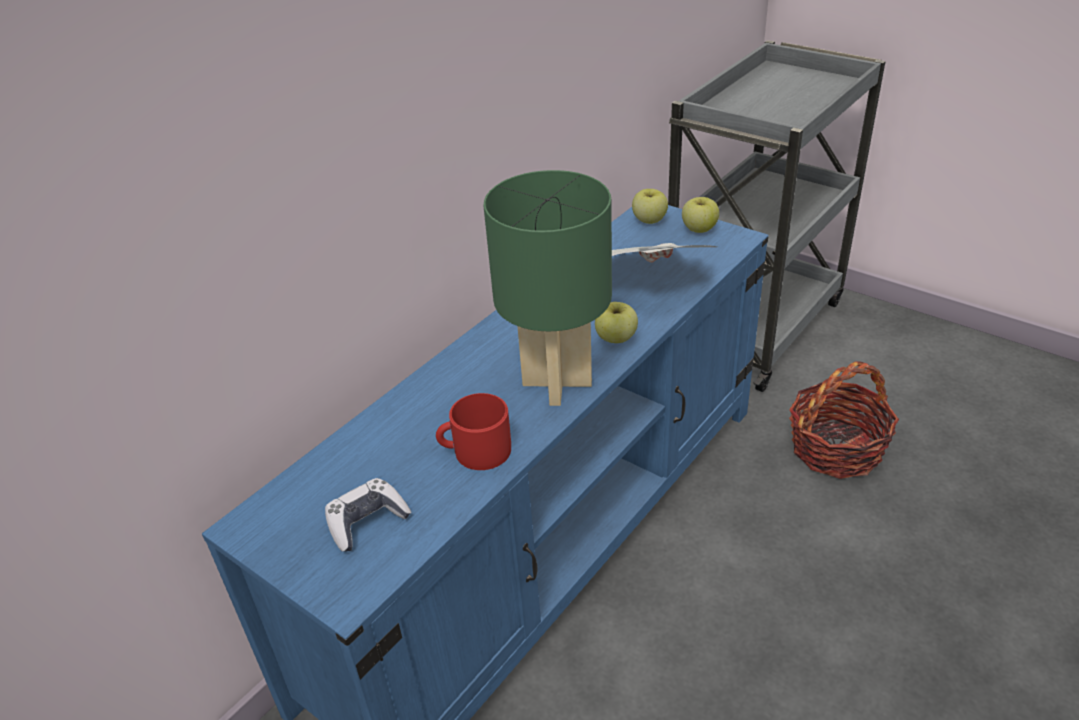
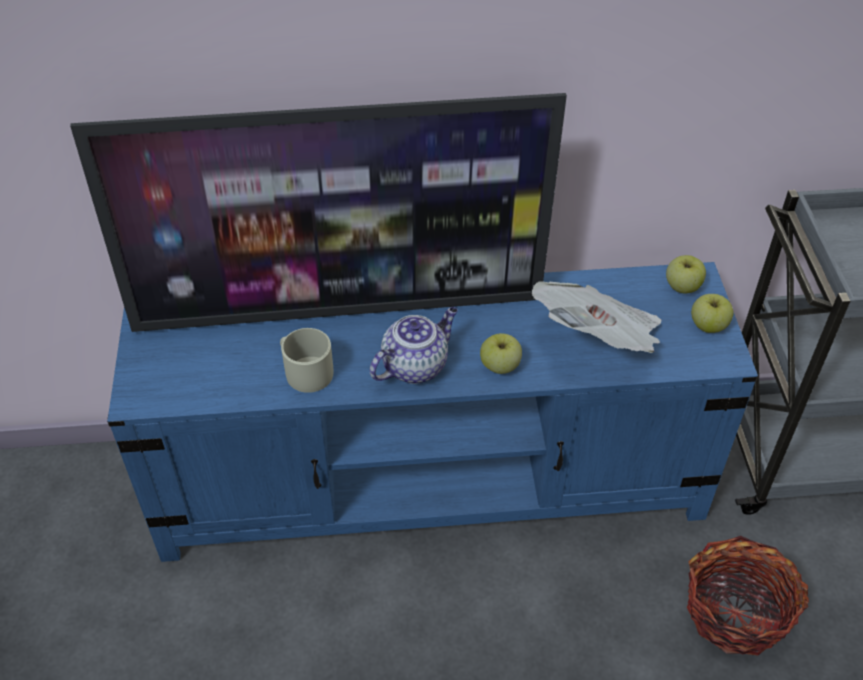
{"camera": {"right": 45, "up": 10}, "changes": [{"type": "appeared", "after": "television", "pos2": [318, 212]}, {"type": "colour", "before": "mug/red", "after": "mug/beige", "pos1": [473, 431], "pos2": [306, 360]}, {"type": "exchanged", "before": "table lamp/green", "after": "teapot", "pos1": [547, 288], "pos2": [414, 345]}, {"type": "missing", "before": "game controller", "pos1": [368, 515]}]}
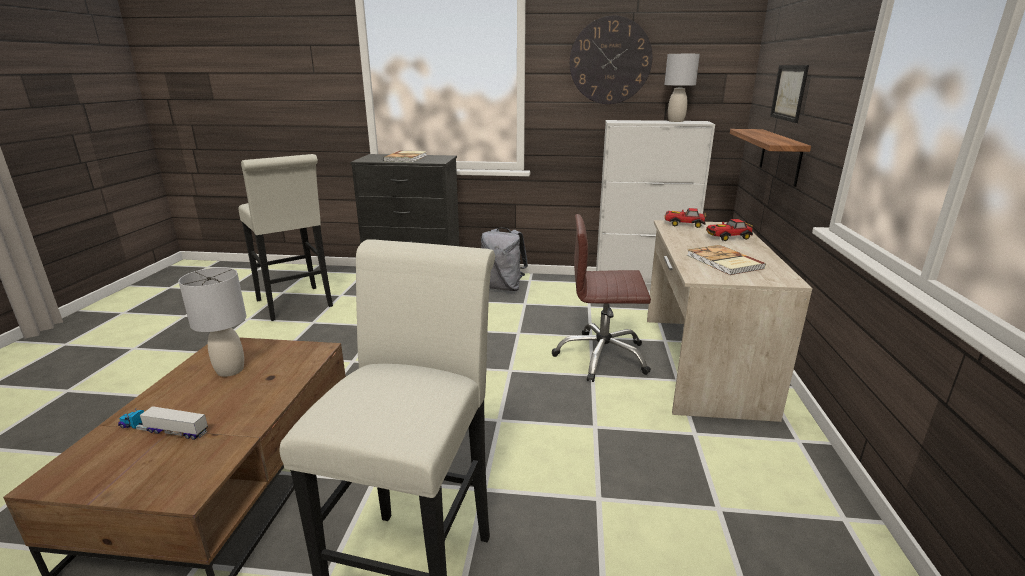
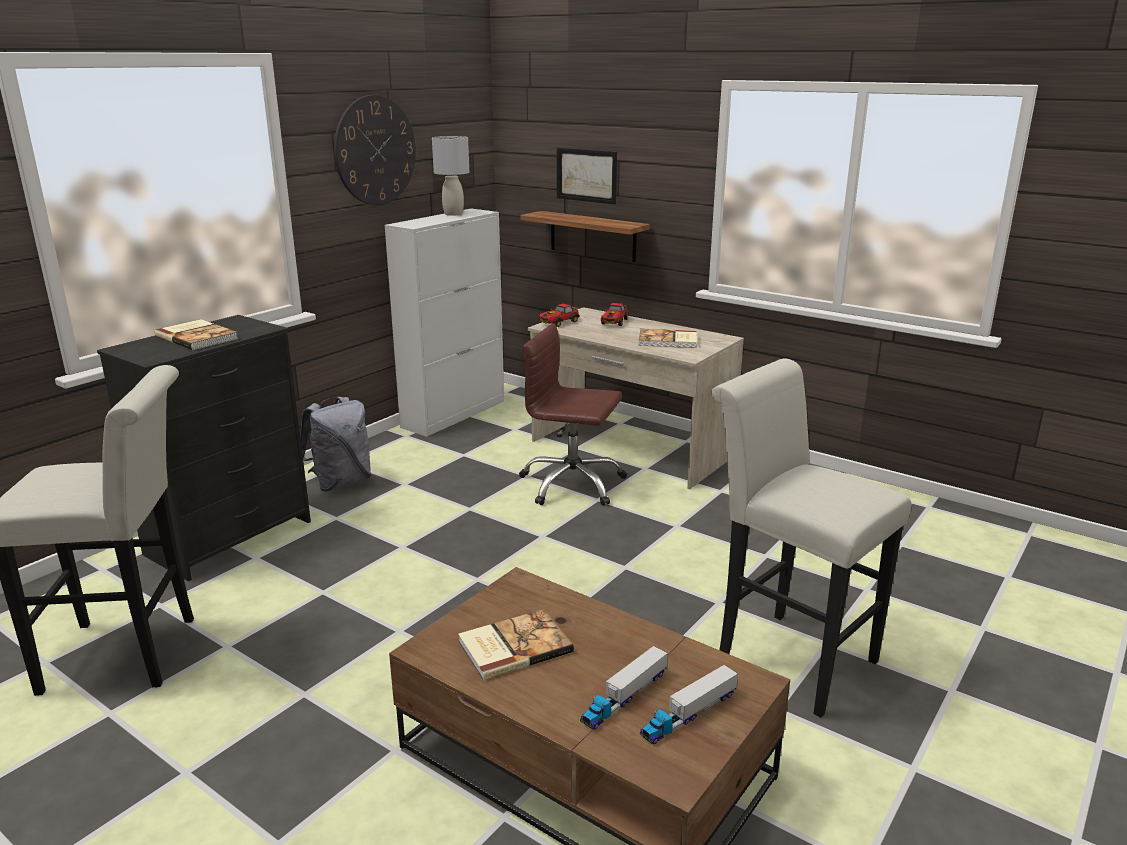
{"camera": {"right": -60, "up": 0}, "changes": [{"type": "exchanged", "before": "table lamp/grey", "after": "book", "pos1": [212, 322], "pos2": [516, 644]}, {"type": "spun", "before": "office chair/brown", "pos1": [601, 298], "pos2": [573, 415], "turn": 75}, {"type": "appeared", "after": "toy truck", "pos2": [689, 704]}]}
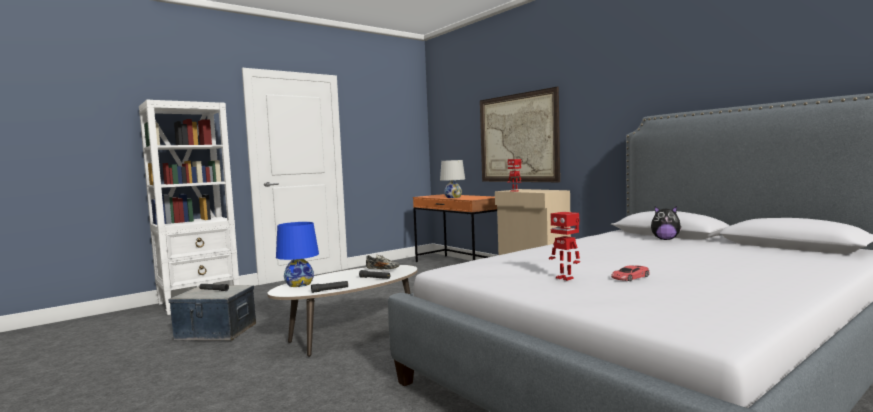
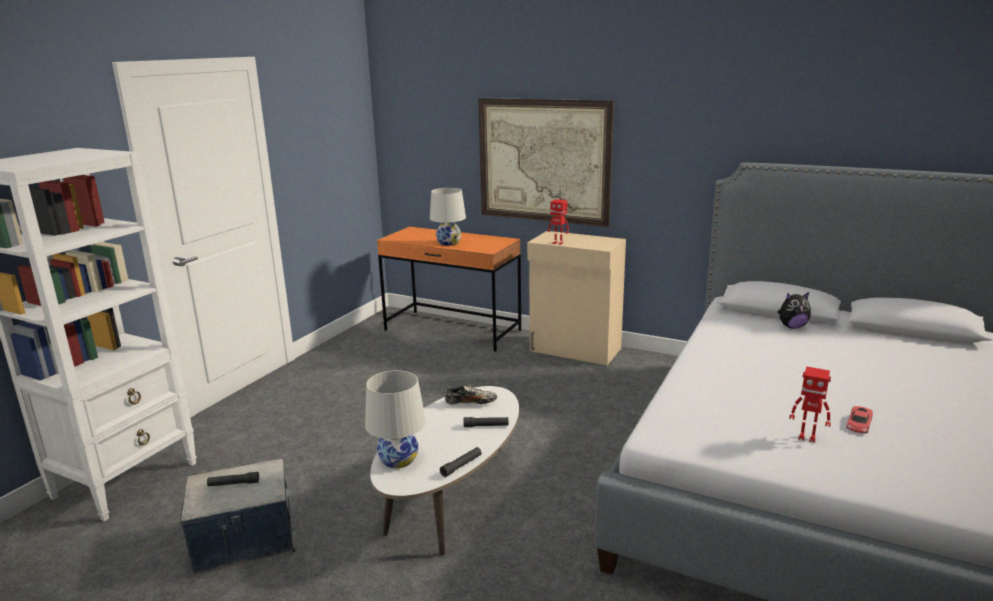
{"camera": {"right": -25, "up": 15}, "changes": [{"type": "colour", "before": "table lamp/blue", "after": "table lamp/white", "pos1": [297, 254], "pos2": [395, 419]}]}
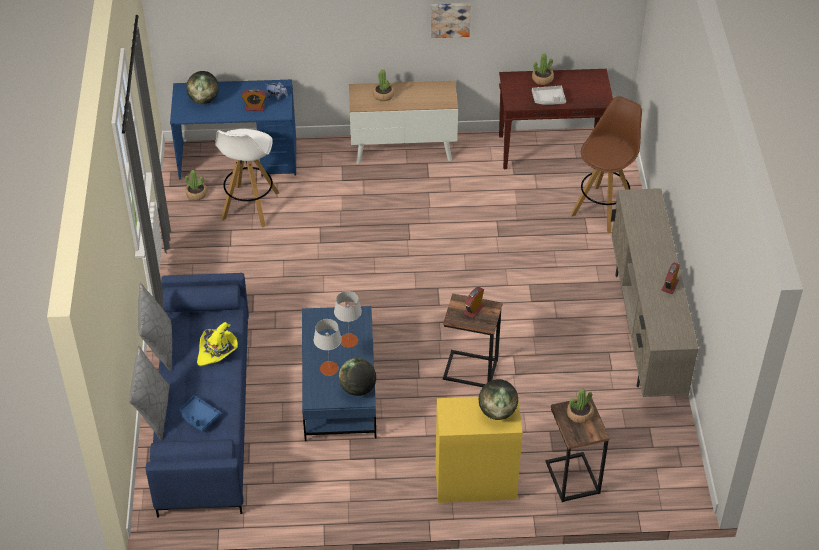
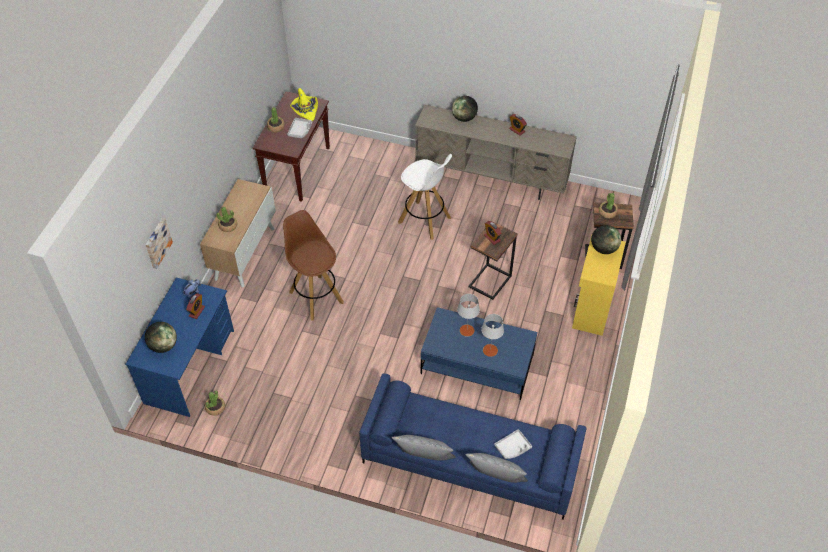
{"camera": {"right": -70, "up": 5}, "changes": [{"type": "relocated", "before": "picture", "pos1": [451, 20], "pos2": [159, 243]}, {"type": "relocated", "before": "stool/brown", "pos1": [606, 164], "pos2": [313, 265]}, {"type": "relocated", "before": "hat/yellow", "pos1": [217, 344], "pos2": [304, 104]}, {"type": "relocated", "before": "stool/white", "pos1": [247, 178], "pos2": [425, 197]}, {"type": "relocated", "before": "globe", "pos1": [357, 377], "pos2": [465, 109]}, {"type": "colour", "before": "tray/blue", "after": "tray/grey", "pos1": [200, 413], "pos2": [513, 444]}]}
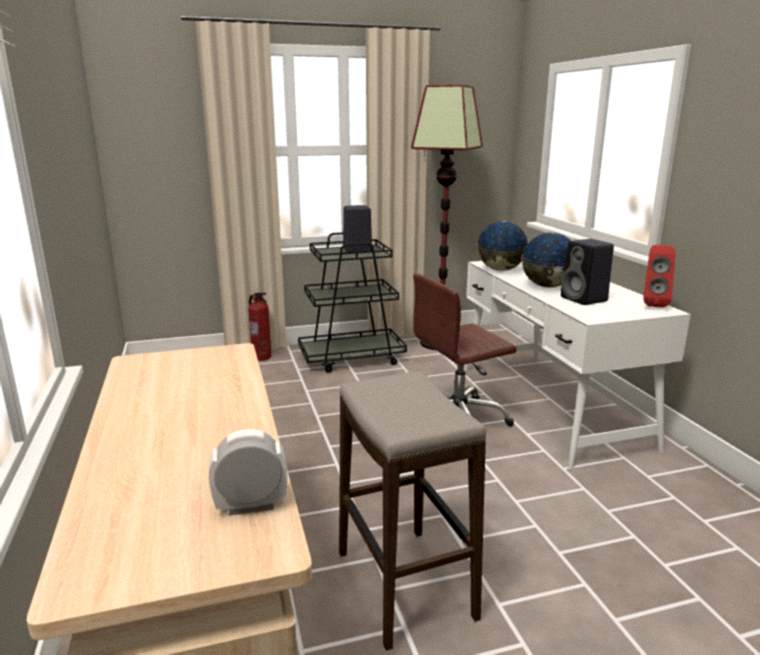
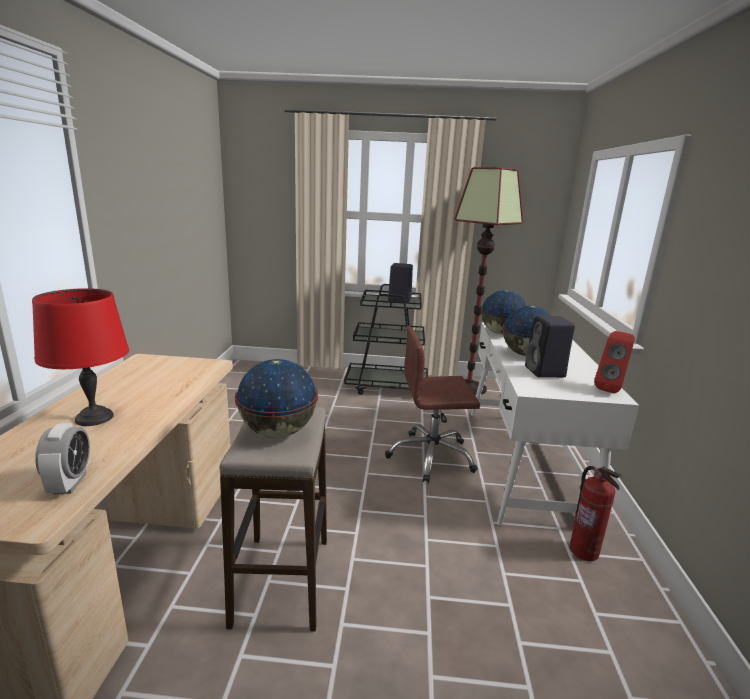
{"camera": {"right": 20, "up": 0}, "changes": [{"type": "appeared", "after": "table lamp/red", "pos2": [80, 357]}, {"type": "spun", "before": "alarm clock", "pos1": [248, 472], "pos2": [62, 458], "turn": 75}, {"type": "appeared", "after": "globe", "pos2": [276, 398]}, {"type": "relocated", "before": "fire extinguisher", "pos1": [259, 326], "pos2": [596, 513]}]}
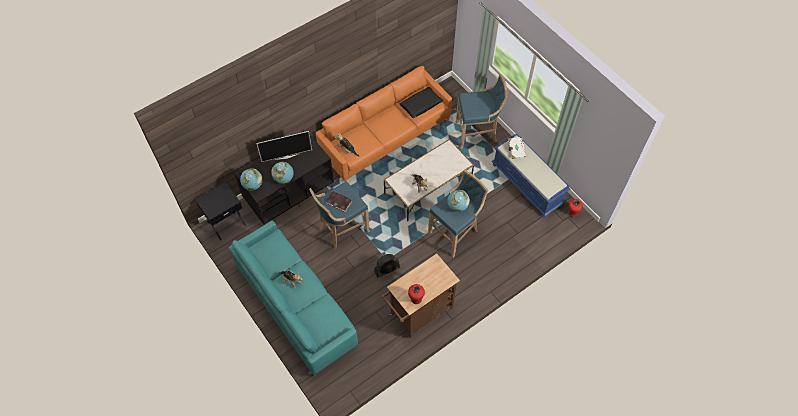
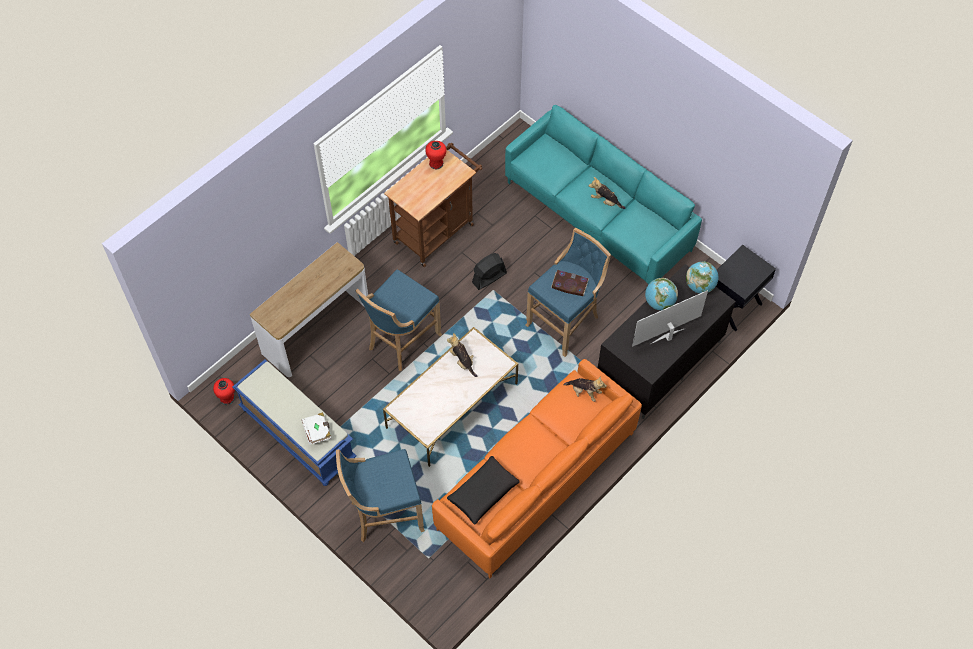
{"camera": {"right": 170, "up": 0}, "changes": [{"type": "appeared", "after": "console table", "pos2": [309, 309]}, {"type": "missing", "before": "globe", "pos1": [458, 201]}]}
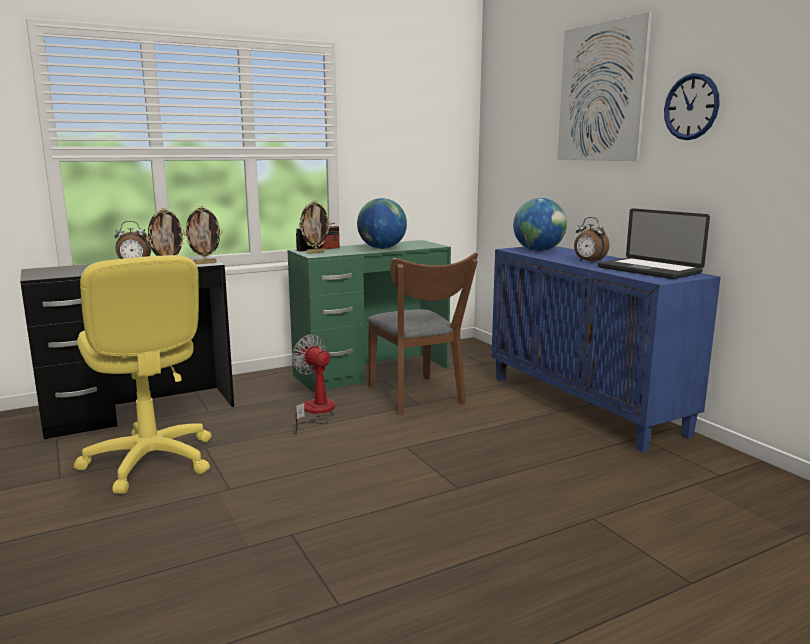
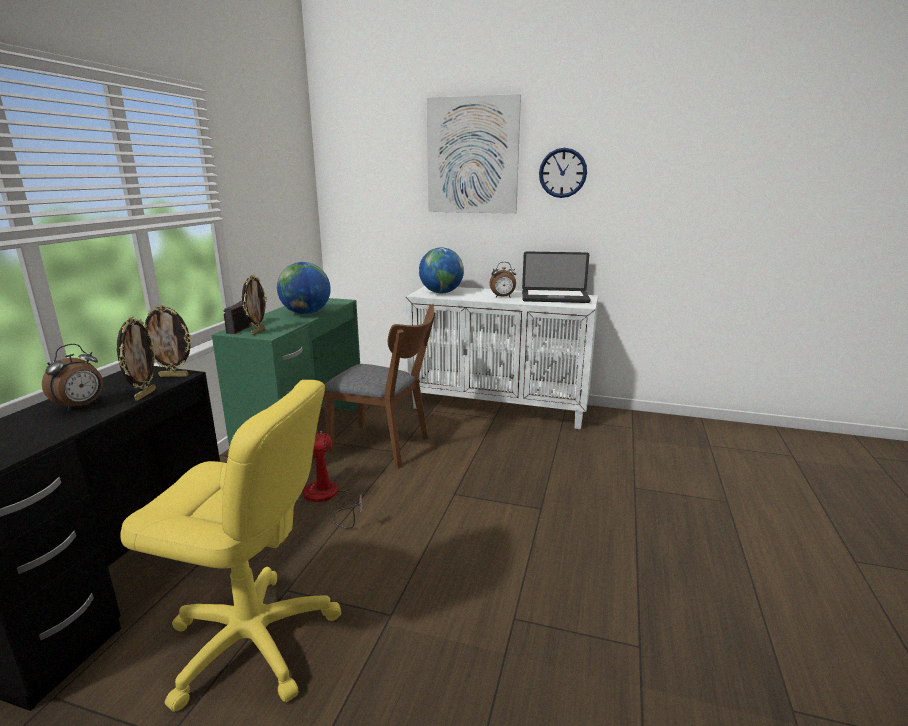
{"camera": {"right": -45, "up": 5}, "changes": [{"type": "spun", "before": "picture frame", "pos1": [203, 235], "pos2": [168, 340], "turn": 60}, {"type": "colour", "before": "cabinet/blue", "after": "cabinet/white", "pos1": [606, 349], "pos2": [502, 357]}]}
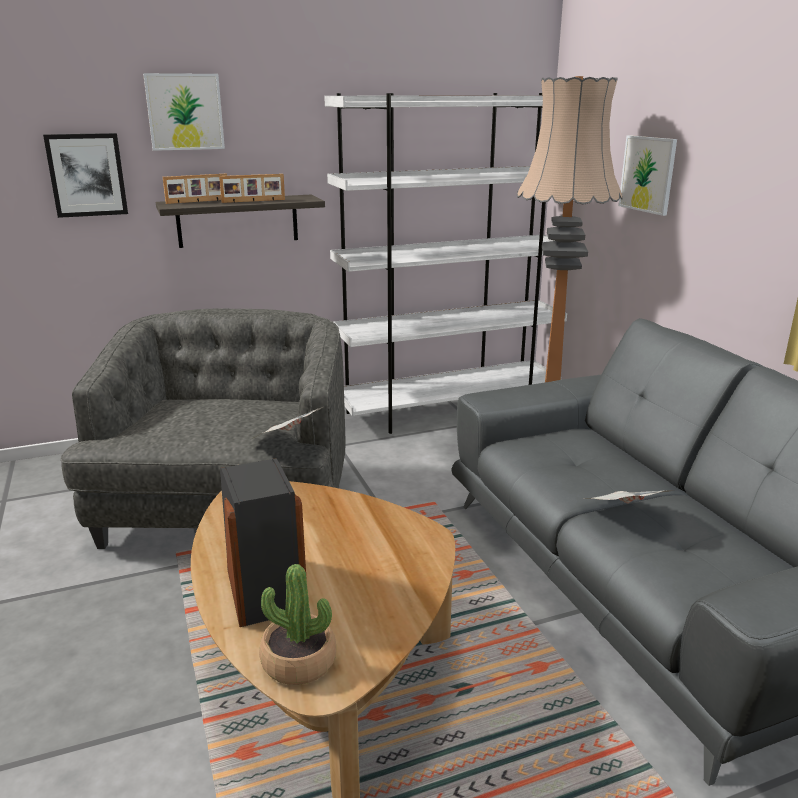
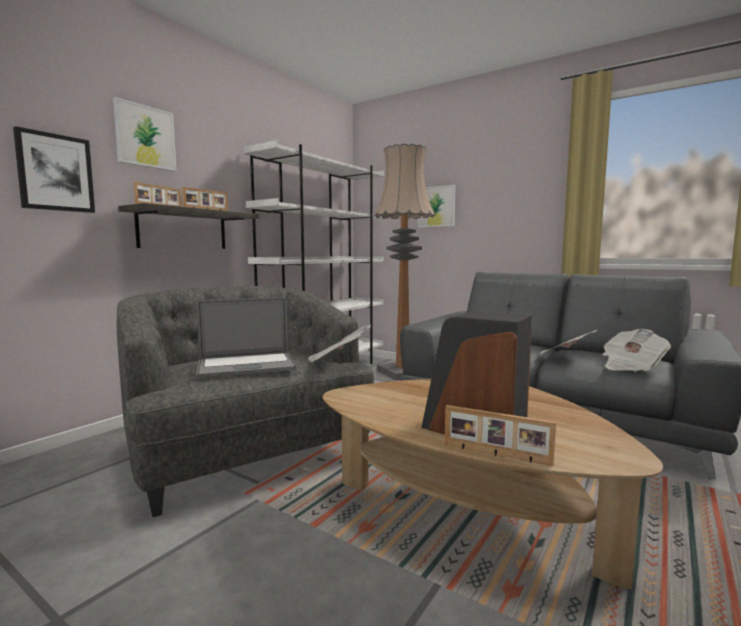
{"camera": {"right": -35, "up": -15}, "changes": [{"type": "appeared", "after": "laptop", "pos2": [246, 337]}, {"type": "appeared", "after": "picture frame", "pos2": [500, 435]}, {"type": "appeared", "after": "newspaper", "pos2": [636, 350]}, {"type": "missing", "before": "potted plant", "pos1": [297, 624]}]}
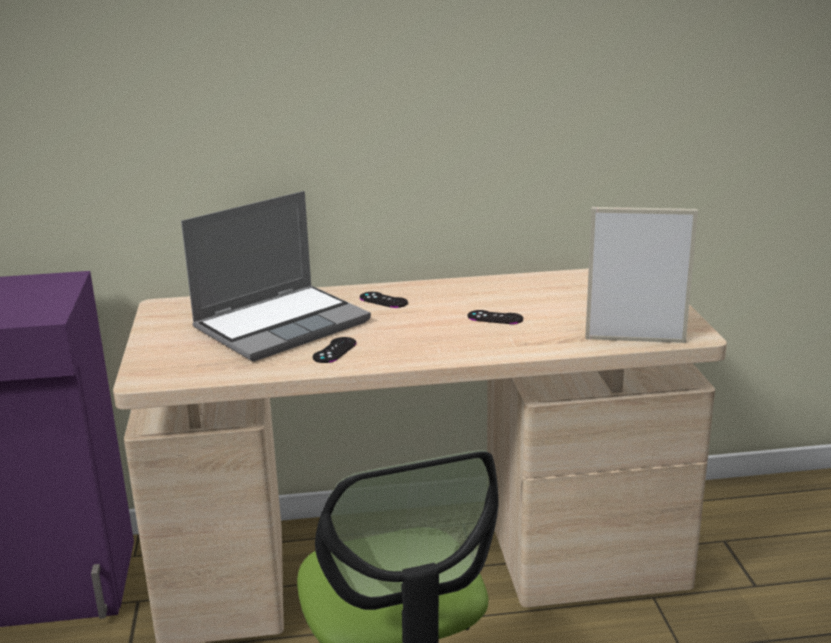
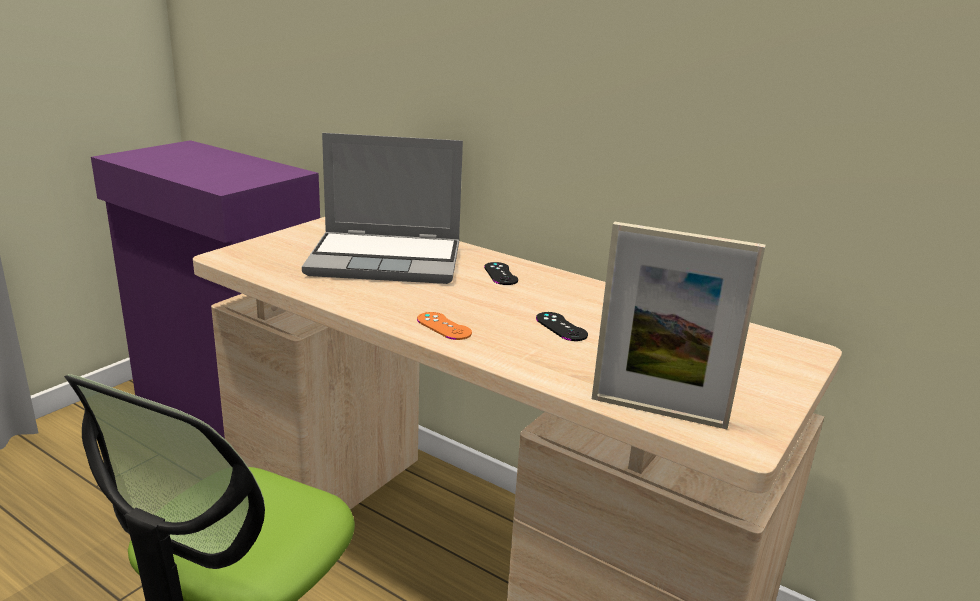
{"camera": {"right": 40, "up": 0}, "changes": [{"type": "appeared", "after": "game controller/orange", "pos2": [444, 326]}, {"type": "spun", "before": "picture frame", "pos1": [641, 275], "pos2": [678, 325], "turn": 150}, {"type": "missing", "before": "game controller/black", "pos1": [334, 350]}]}
